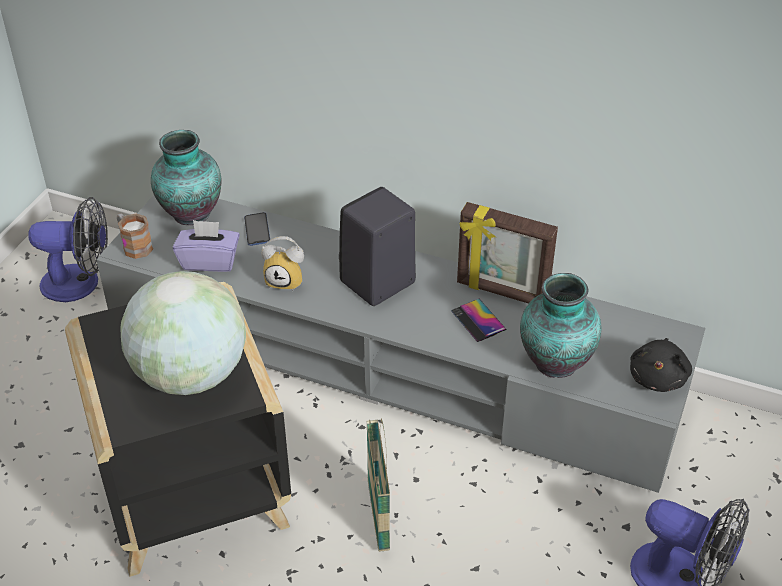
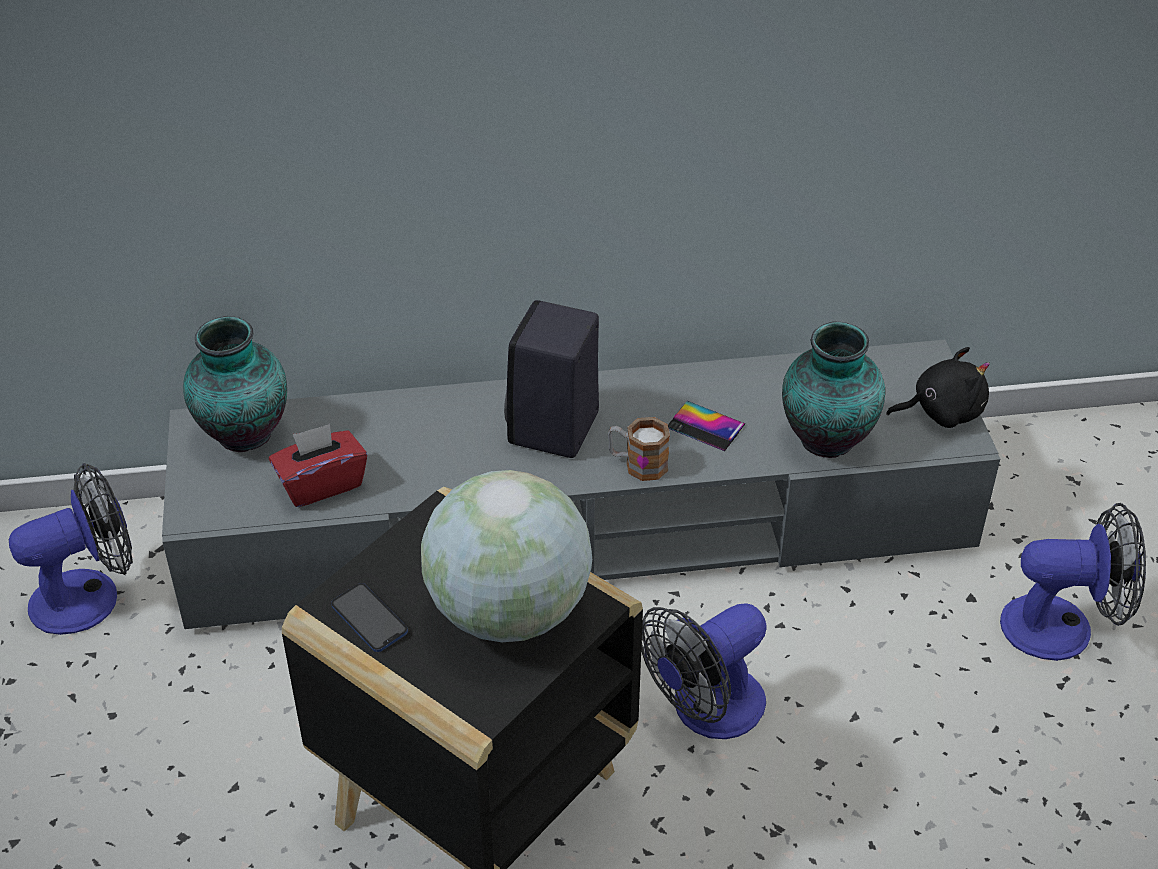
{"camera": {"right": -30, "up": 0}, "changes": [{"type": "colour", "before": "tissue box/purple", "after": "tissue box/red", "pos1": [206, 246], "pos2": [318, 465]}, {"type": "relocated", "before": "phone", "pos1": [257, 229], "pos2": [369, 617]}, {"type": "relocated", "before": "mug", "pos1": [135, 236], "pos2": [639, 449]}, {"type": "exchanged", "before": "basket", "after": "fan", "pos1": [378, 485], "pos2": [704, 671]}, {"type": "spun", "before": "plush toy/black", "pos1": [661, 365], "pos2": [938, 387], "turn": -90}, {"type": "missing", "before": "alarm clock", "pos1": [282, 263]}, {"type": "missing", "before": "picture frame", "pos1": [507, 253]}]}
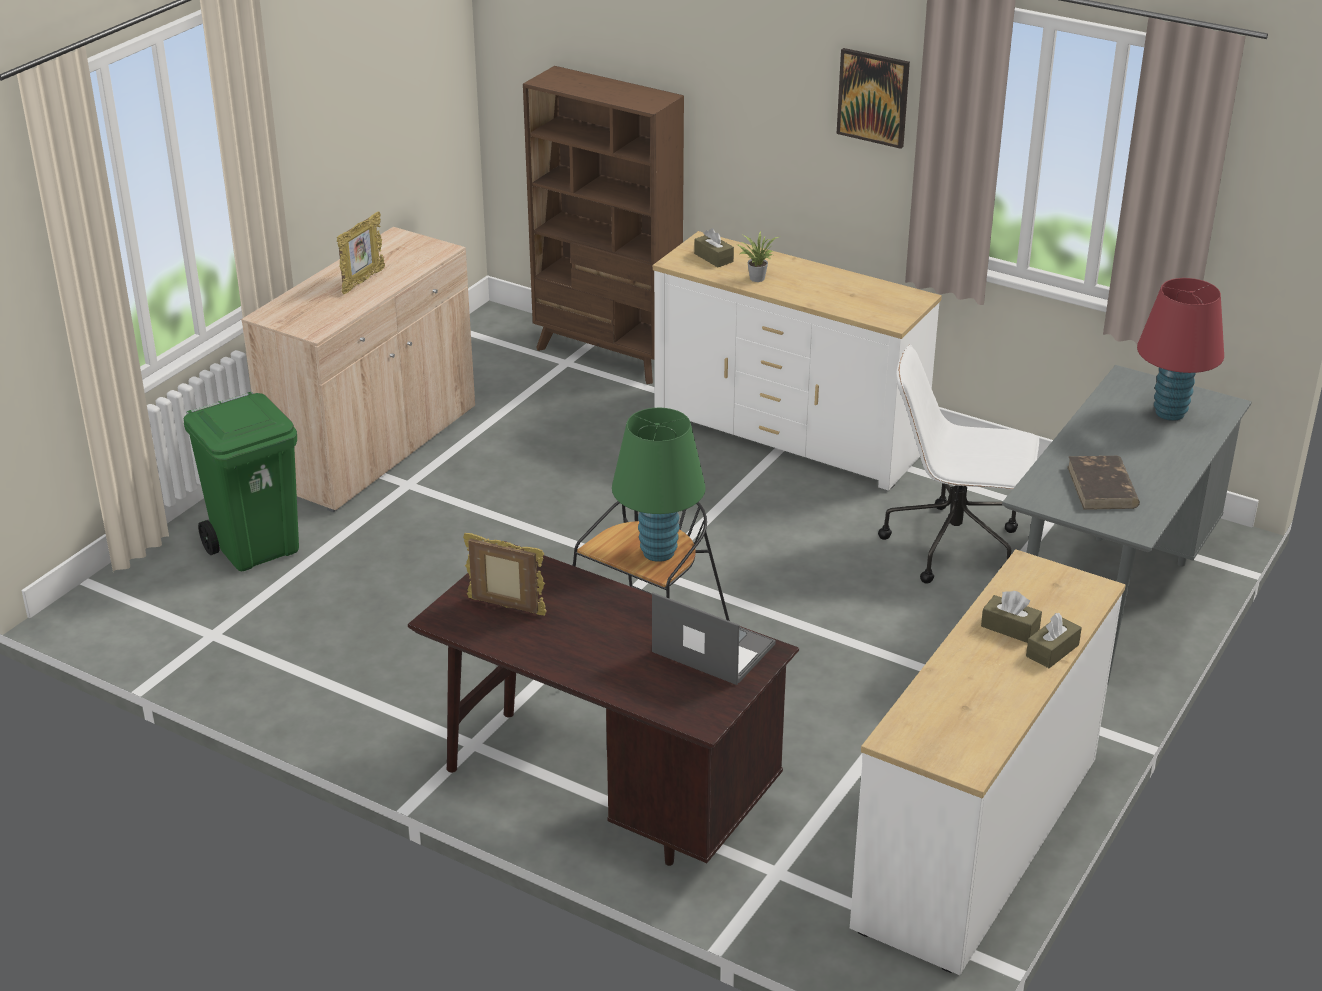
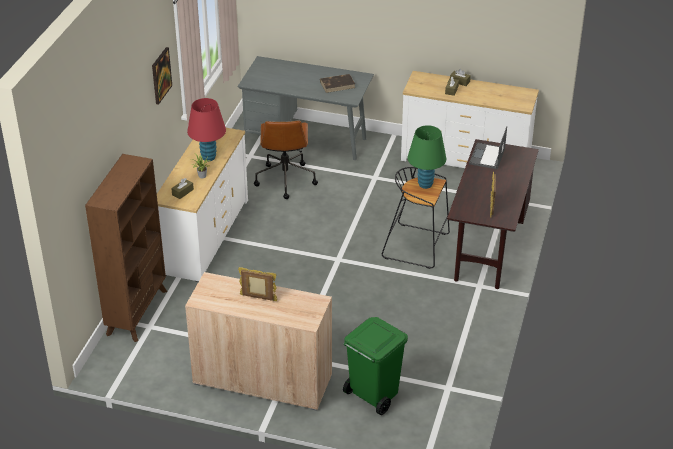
{"camera": {"right": -105, "up": 5}, "changes": [{"type": "relocated", "before": "table lamp/red", "pos1": [1180, 349], "pos2": [206, 129]}, {"type": "colour", "before": "office chair/white", "after": "office chair/brown", "pos1": [958, 464], "pos2": [286, 160]}]}
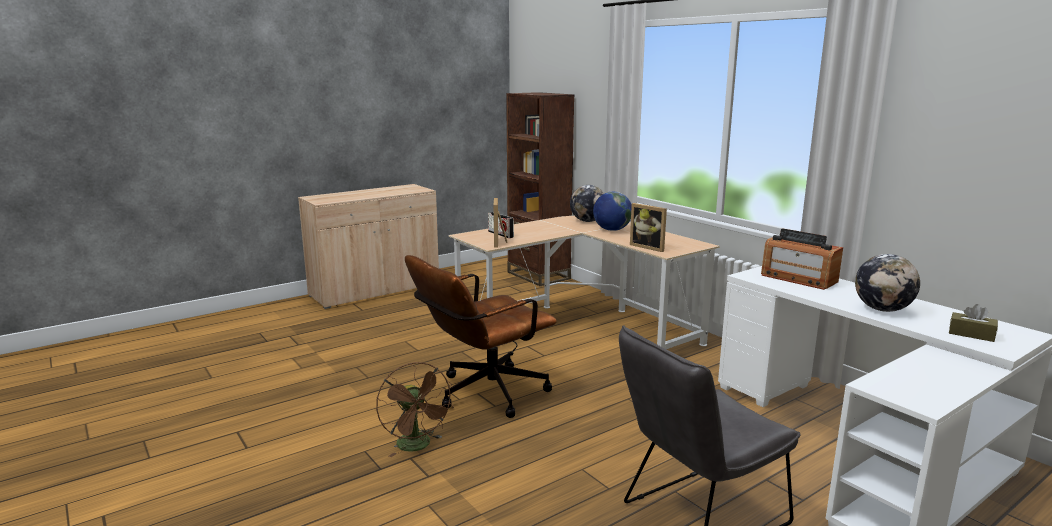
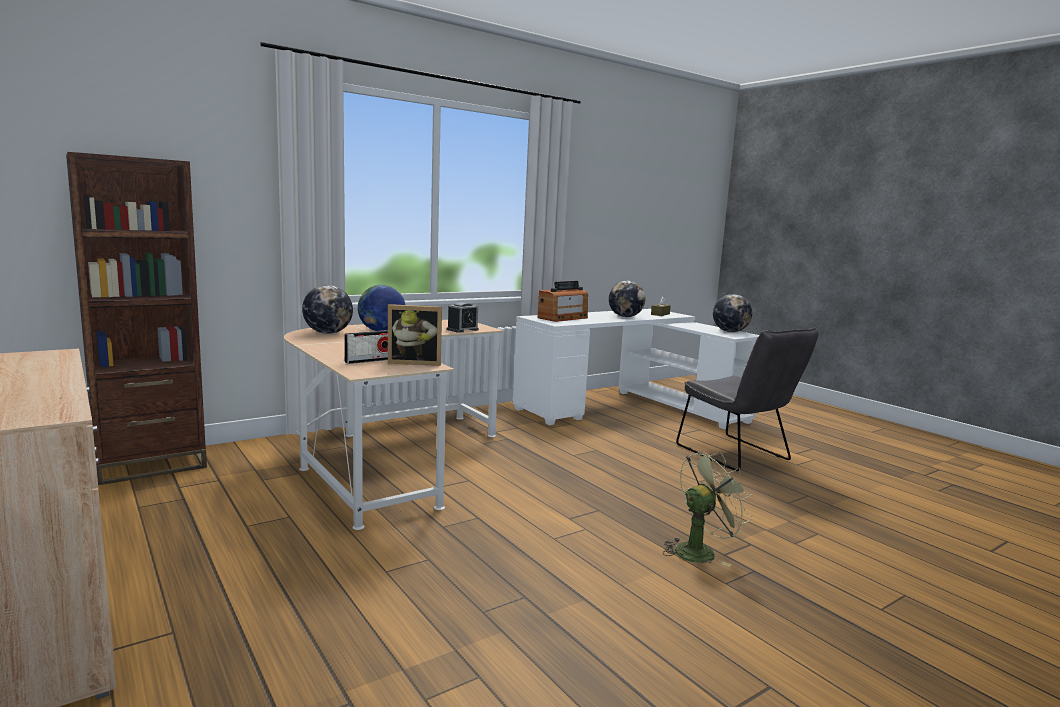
{"camera": {"right": -90, "up": -5}, "changes": [{"type": "exchanged", "before": "picture frame", "after": "alarm clock", "pos1": [648, 227], "pos2": [463, 317]}, {"type": "colour", "before": "fan/brown", "after": "fan/green", "pos1": [415, 409], "pos2": [708, 509]}, {"type": "appeared", "after": "globe", "pos2": [732, 313]}, {"type": "missing", "before": "office chair/brown", "pos1": [481, 336]}]}
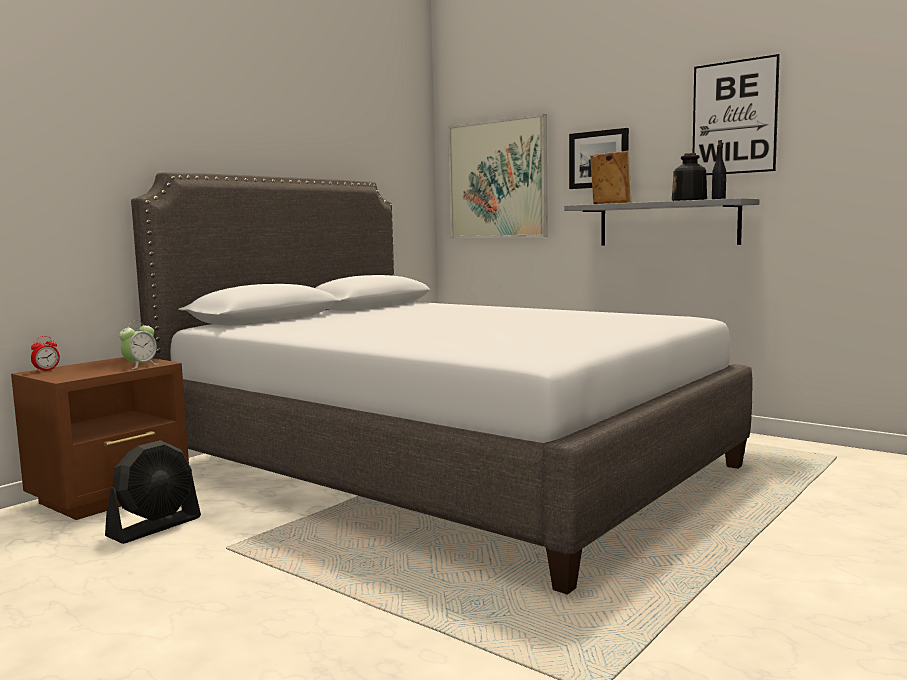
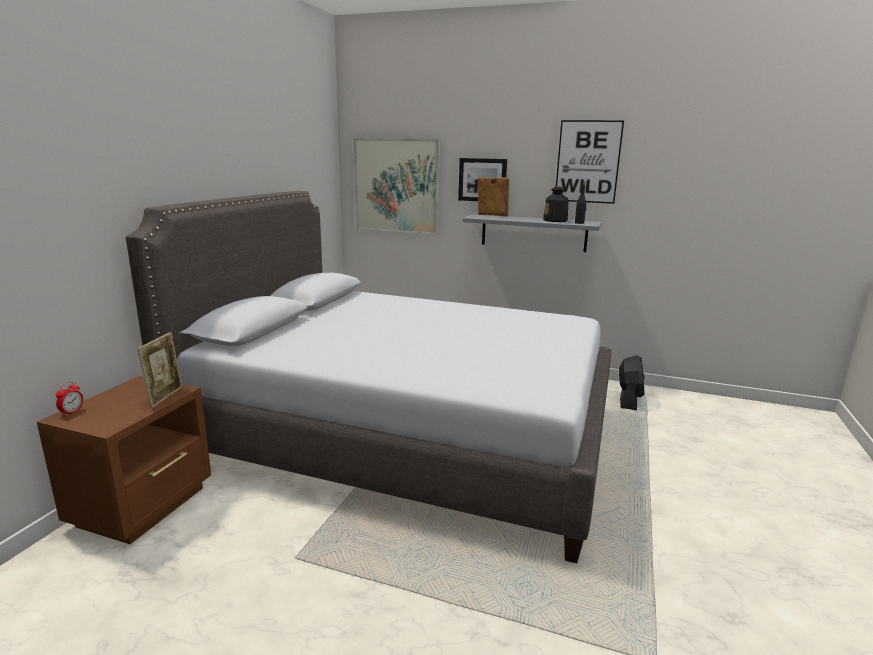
{"camera": {"right": -20, "up": 10}, "changes": [{"type": "exchanged", "before": "alarm clock", "after": "picture frame", "pos1": [138, 345], "pos2": [160, 370]}, {"type": "relocated", "before": "fan/black", "pos1": [153, 492], "pos2": [632, 382]}]}
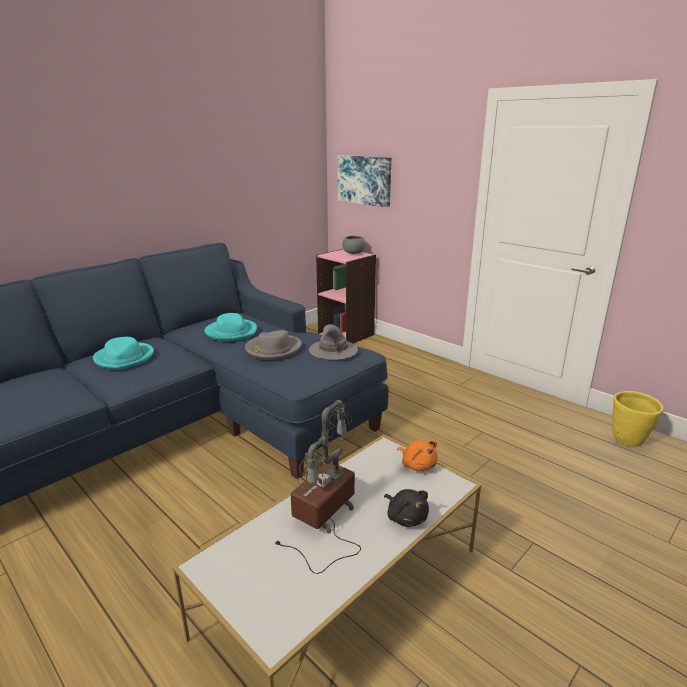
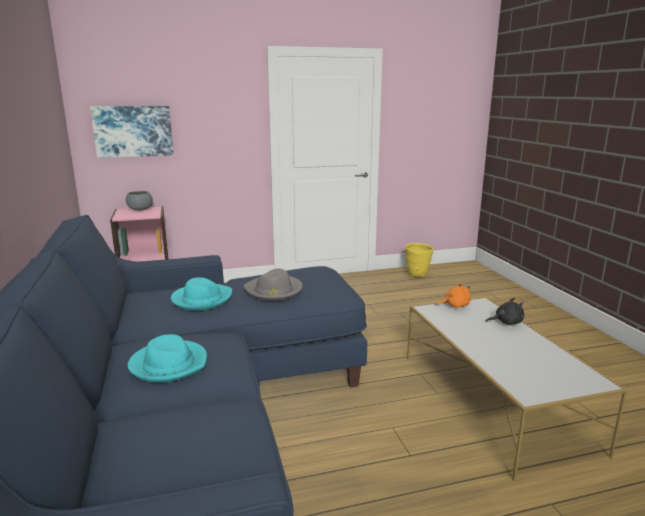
{"camera": {"right": -60, "up": -5}, "changes": [{"type": "missing", "before": "table lamp", "pos1": [317, 487]}, {"type": "missing", "before": "hat/grey", "pos1": [333, 342]}]}
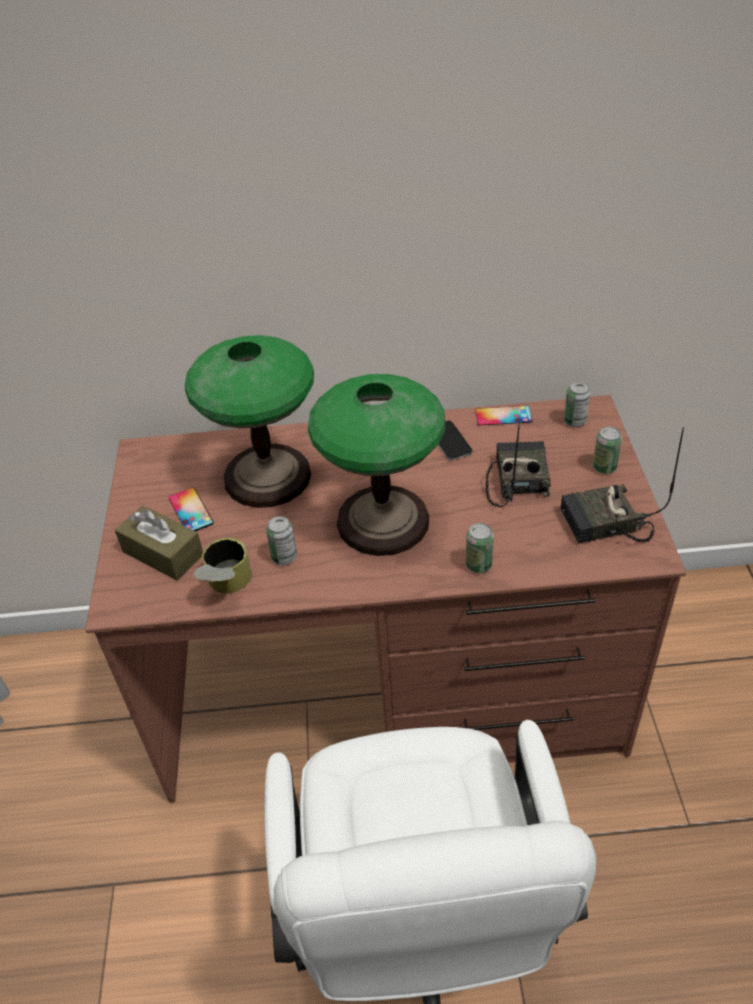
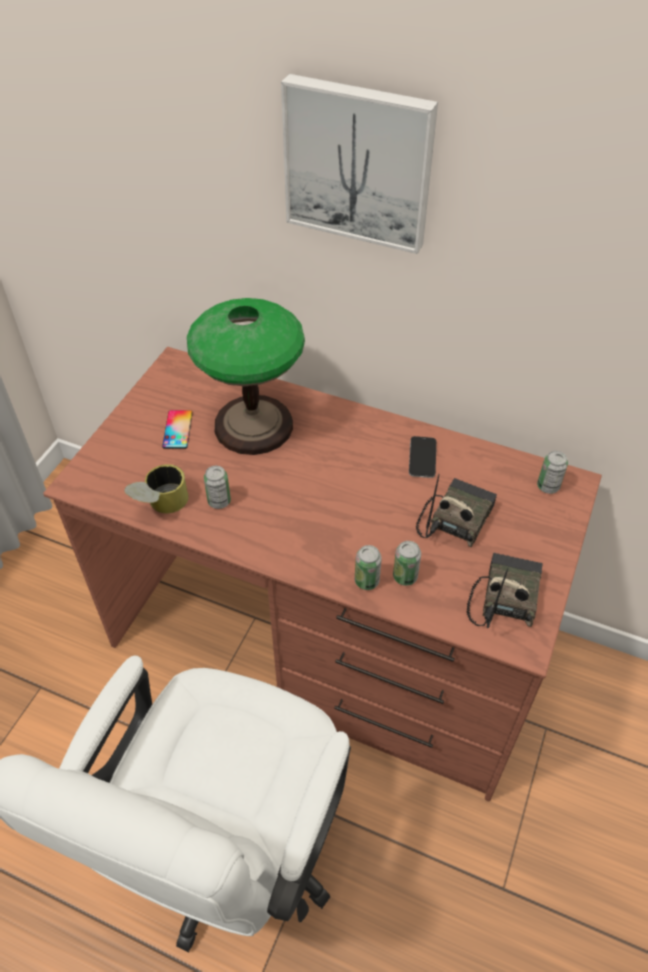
{"camera": {"right": 25, "up": 5}, "changes": [{"type": "appeared", "after": "picture", "pos2": [359, 164]}, {"type": "relocated", "before": "can", "pos1": [607, 450], "pos2": [407, 563]}, {"type": "spun", "before": "radio", "pos1": [622, 485], "pos2": [504, 590], "turn": 90}, {"type": "missing", "before": "tissue box/brown", "pos1": [159, 542]}, {"type": "missing", "before": "table lamp", "pos1": [376, 465]}, {"type": "missing", "before": "phone", "pos1": [504, 415]}]}
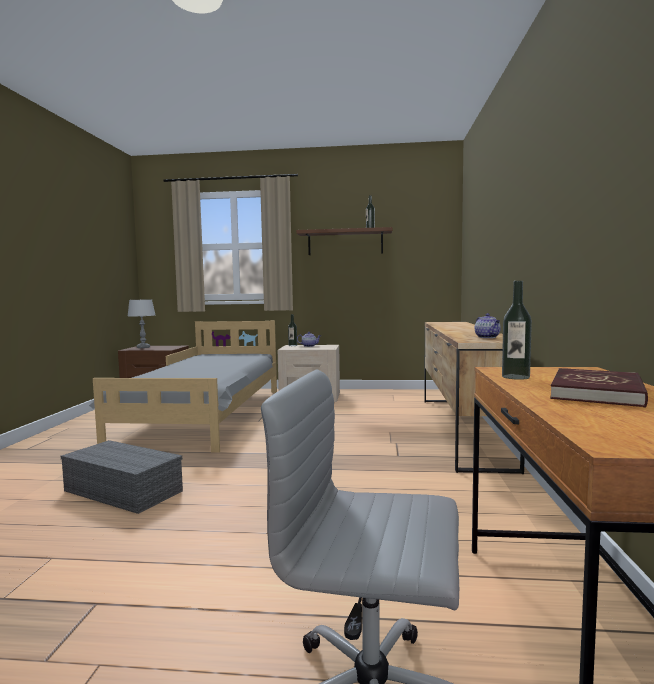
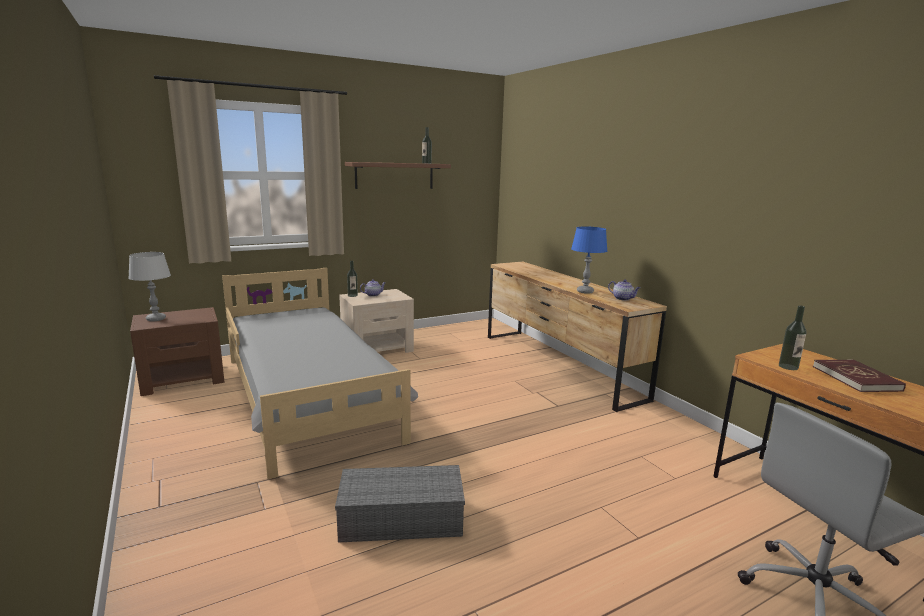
{"camera": {"right": -35, "up": 10}, "changes": [{"type": "appeared", "after": "table lamp/blue", "pos2": [589, 260]}]}
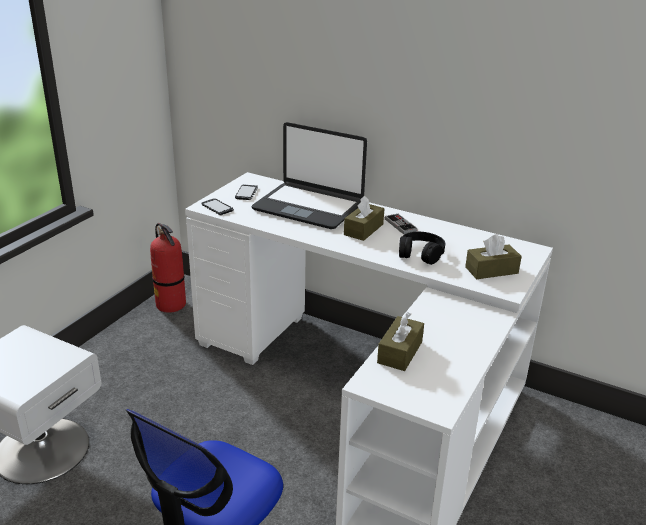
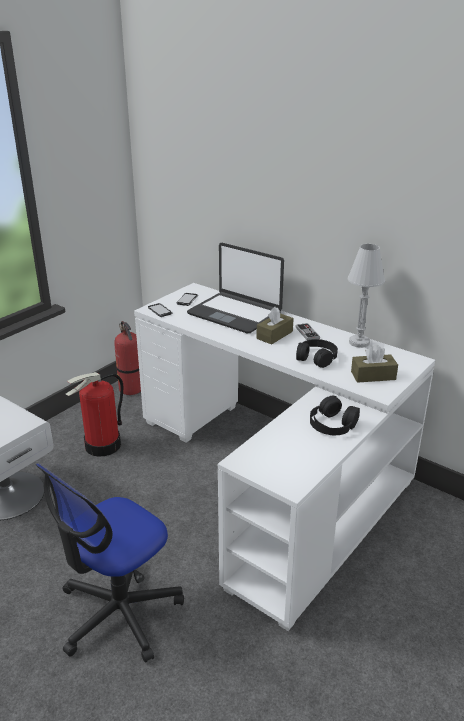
{"camera": {"right": 10, "up": 0}, "changes": [{"type": "appeared", "after": "fire extinguisher", "pos2": [94, 414]}, {"type": "appeared", "after": "headphones/black", "pos2": [335, 415]}, {"type": "appeared", "after": "table lamp/white", "pos2": [366, 296]}, {"type": "missing", "before": "tissue box/brown", "pos1": [400, 341]}]}
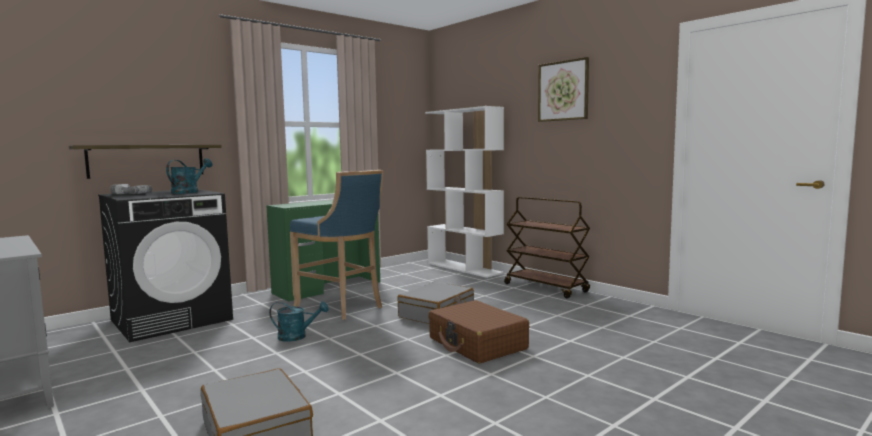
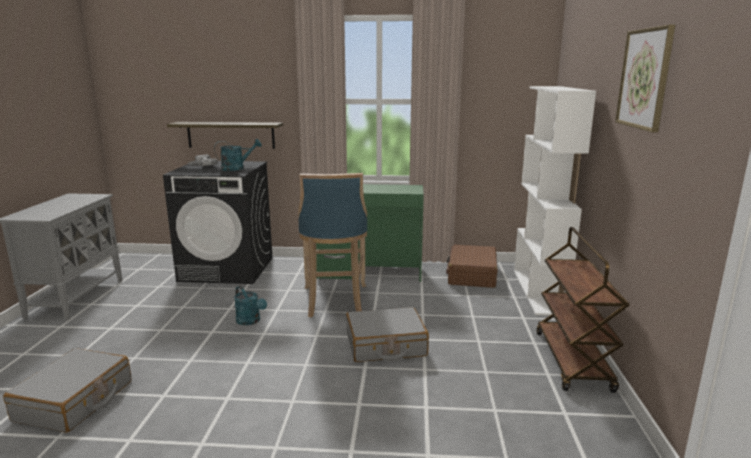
{"camera": {"right": 45, "up": 10}, "changes": [{"type": "relocated", "before": "suitcase/brown", "pos1": [478, 332], "pos2": [472, 266]}]}
